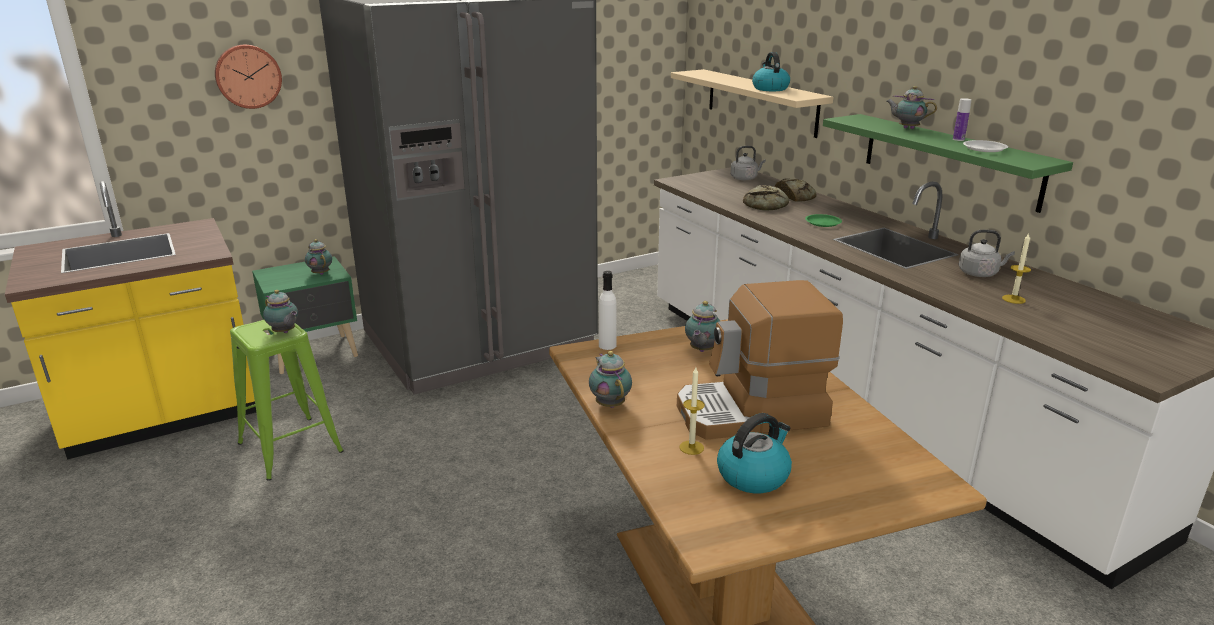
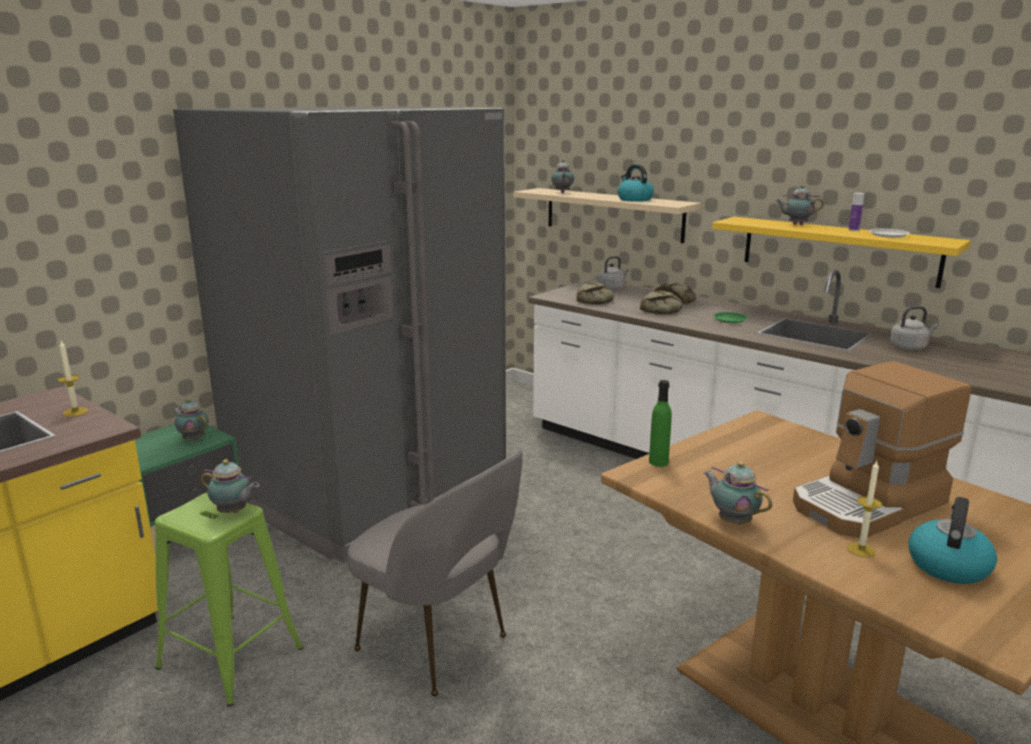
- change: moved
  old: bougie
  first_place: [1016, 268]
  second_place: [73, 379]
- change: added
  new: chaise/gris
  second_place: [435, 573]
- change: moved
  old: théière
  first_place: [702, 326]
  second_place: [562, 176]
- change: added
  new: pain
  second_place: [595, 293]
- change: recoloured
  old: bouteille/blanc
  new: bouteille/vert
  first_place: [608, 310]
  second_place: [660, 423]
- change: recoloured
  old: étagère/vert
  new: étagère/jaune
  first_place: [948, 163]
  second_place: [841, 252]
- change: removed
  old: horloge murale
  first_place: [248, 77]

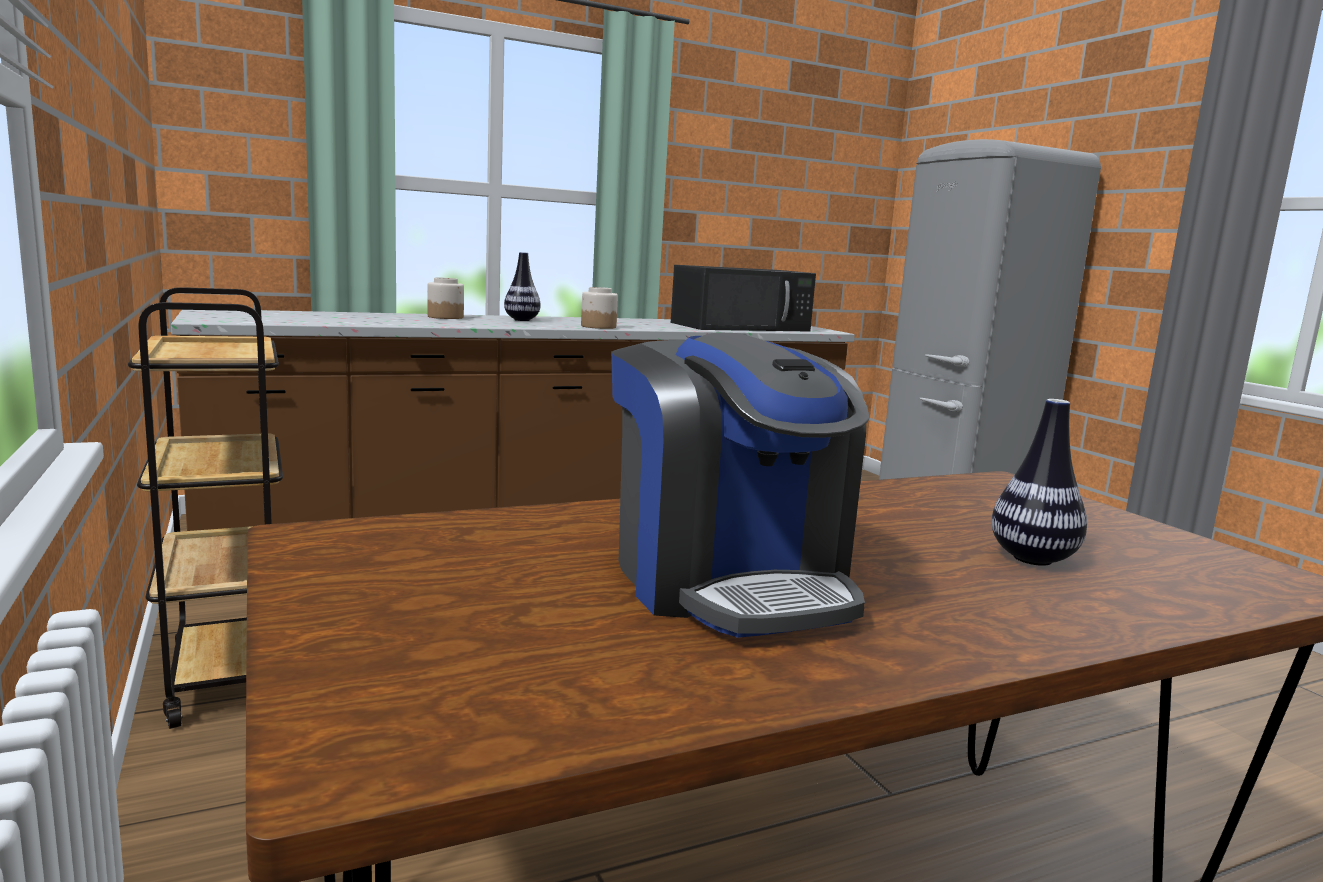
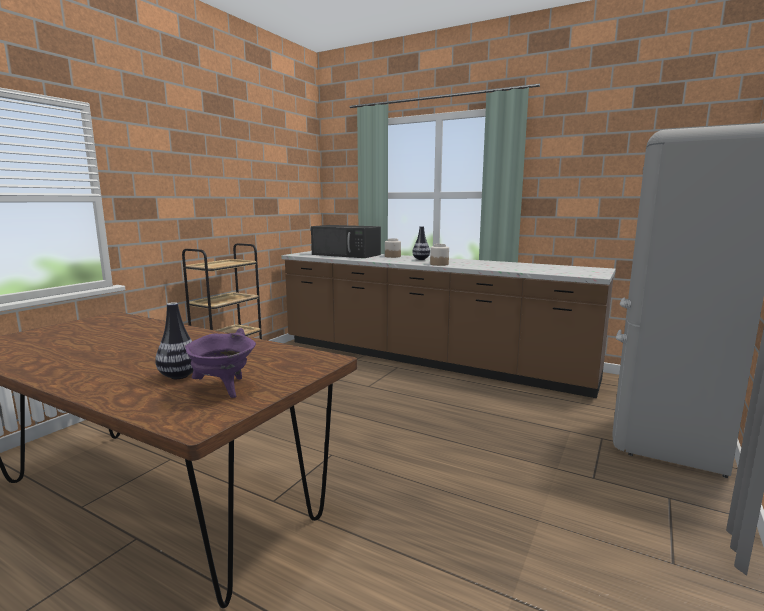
- change: added
  new: marmite/violet
  second_place: [220, 363]
- change: moved
  old: micro-ondes/noir
  first_place: [743, 298]
  second_place: [346, 241]
- change: removed
  old: machine à café
  first_place: [740, 485]

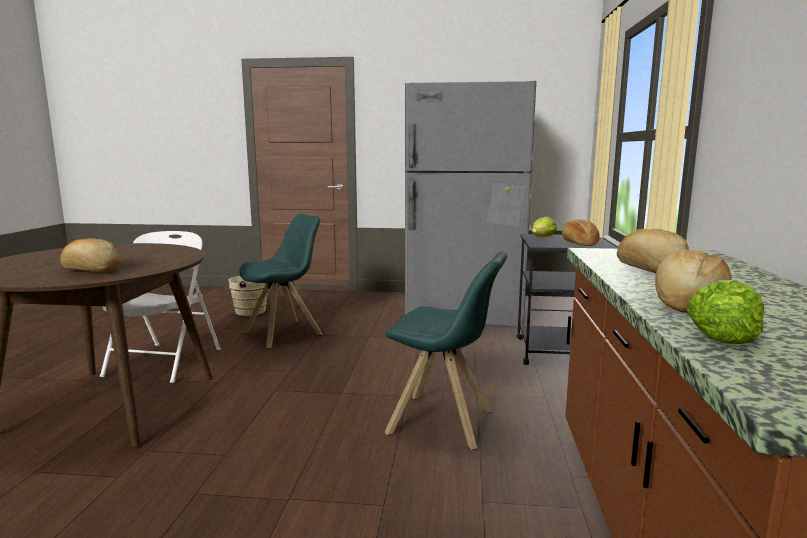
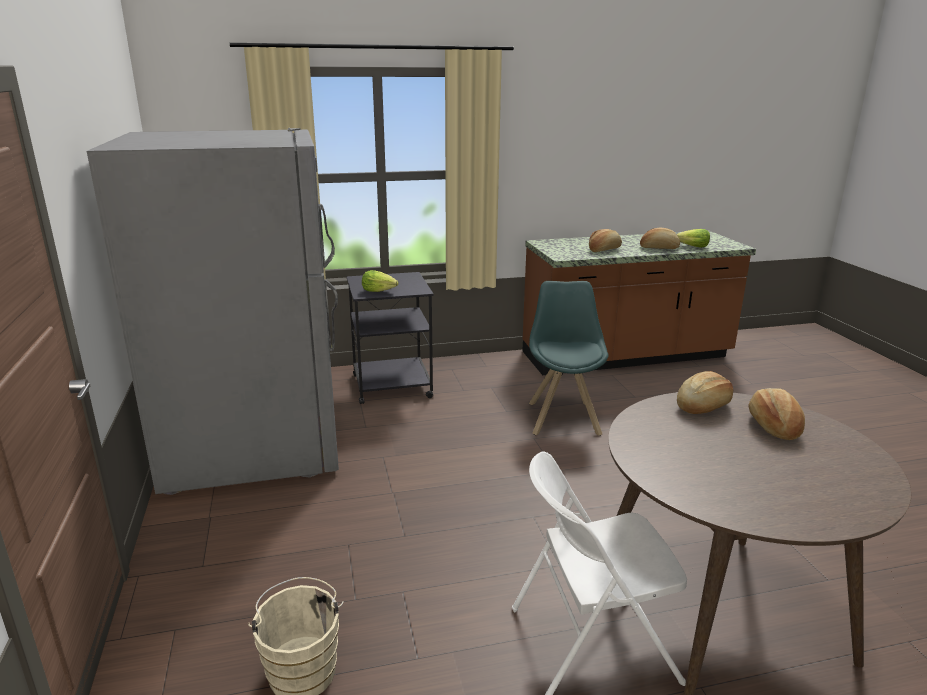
- change: moved
  old: pain
  first_place: [581, 232]
  second_place: [705, 392]
- change: removed
  old: chaise/turquoise
  first_place: [281, 281]

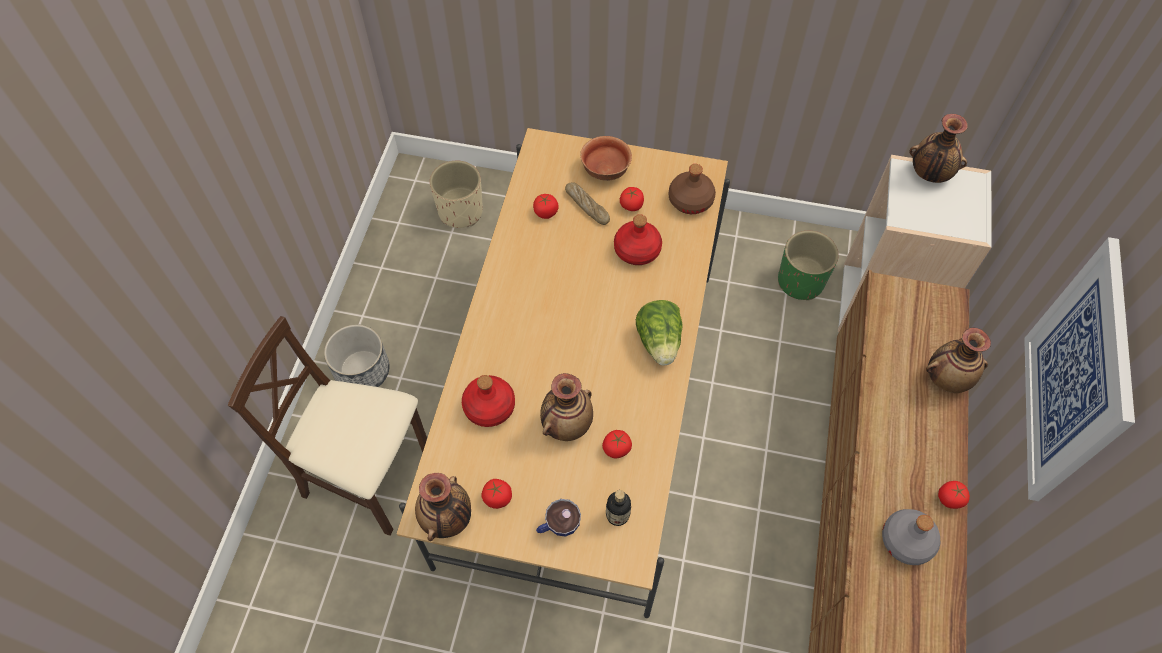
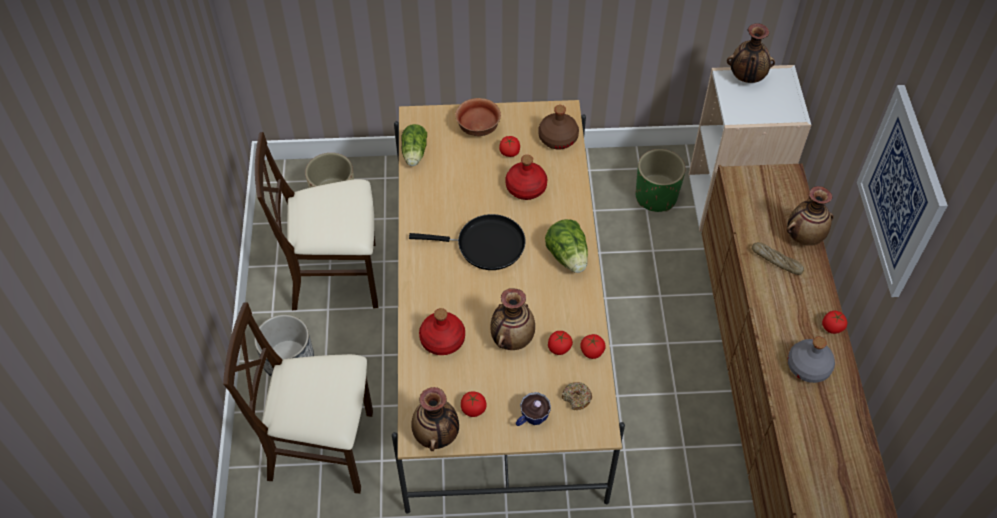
- change: added
  new: chaise/beige
  second_place: [316, 221]
- change: added
  new: laitue
  second_place: [414, 145]
- change: added
  new: poêle/noir
  second_place: [467, 242]
- change: replaced
  old: bouteille
  new: beignet
  first_place: [618, 508]
  second_place: [577, 396]
- change: moved
  old: tomate
  first_place: [546, 206]
  second_place: [593, 346]
- change: moved
  old: pain
  first_place: [587, 203]
  second_place: [778, 258]

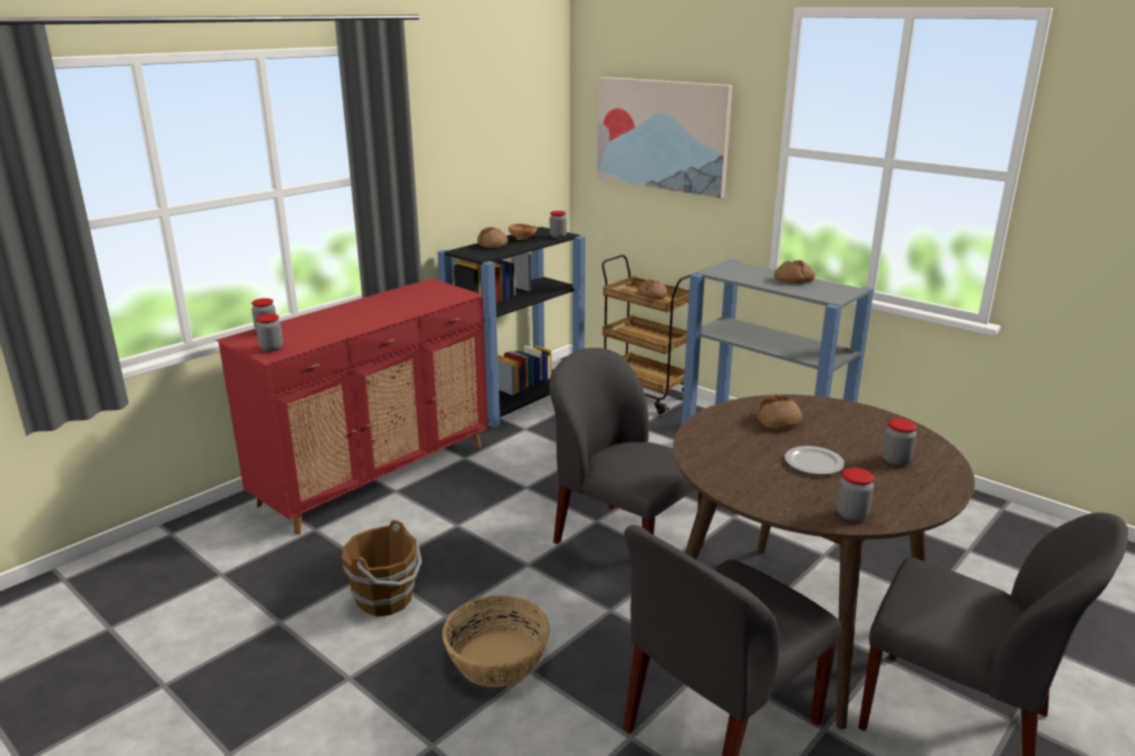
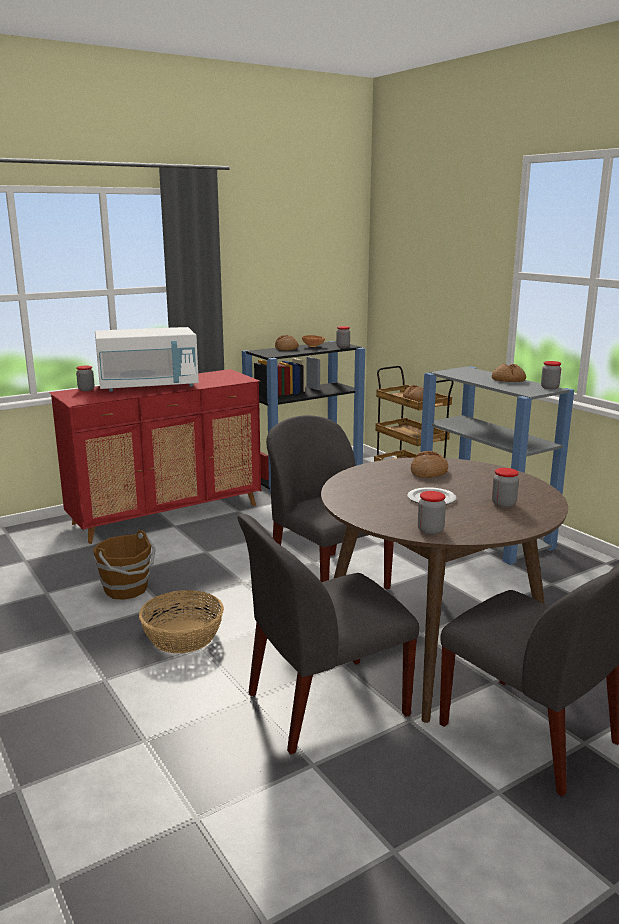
- change: added
  new: micro-ondes/blanc
  second_place: [147, 359]
- change: moved
  old: bocal
  first_place: [269, 333]
  second_place: [551, 375]
- change: removed
  old: tableau
  first_place: [665, 137]

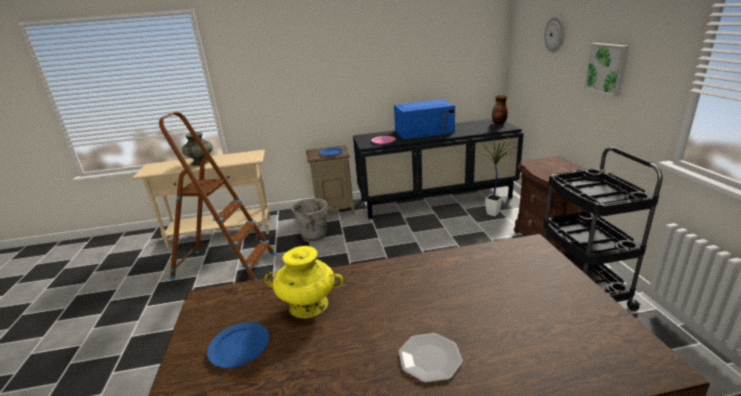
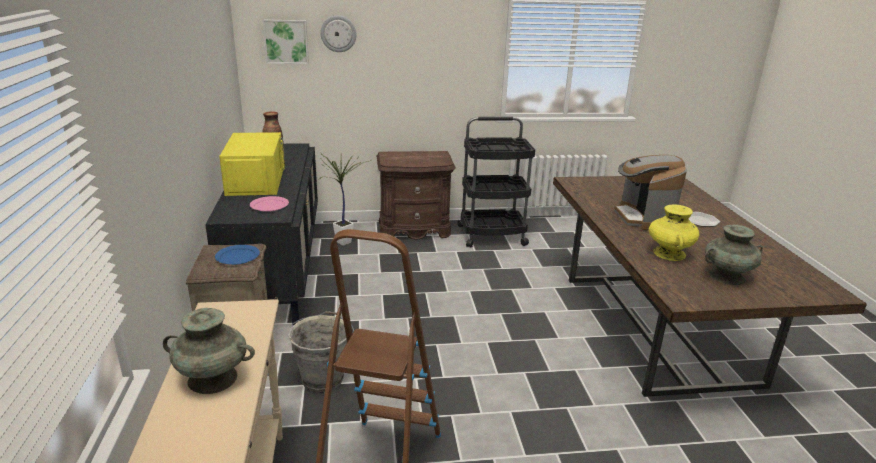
- change: recoloured
  old: micro-ondes/bleu
  new: micro-ondes/jaune
  first_place: [424, 119]
  second_place: [252, 164]
- change: moved
  old: tableau
  first_place: [606, 70]
  second_place: [285, 42]
- change: added
  new: machine à café
  second_place: [650, 192]
- change: replaced
  old: assiette/bleu
  new: vase/turquoise
  first_place: [238, 345]
  second_place: [734, 255]

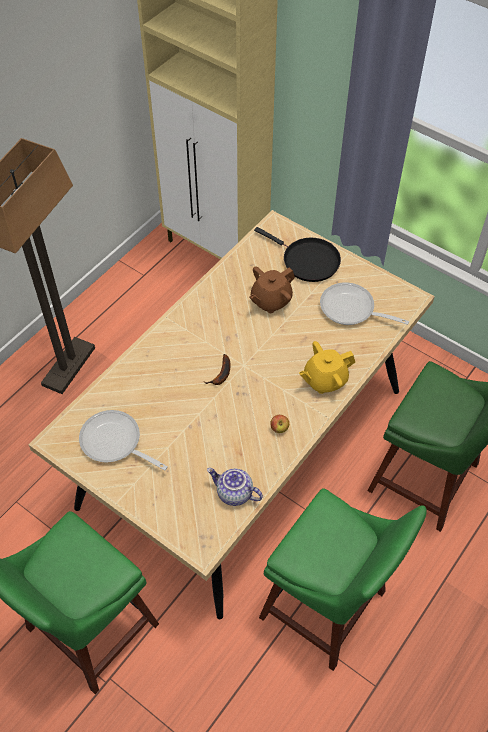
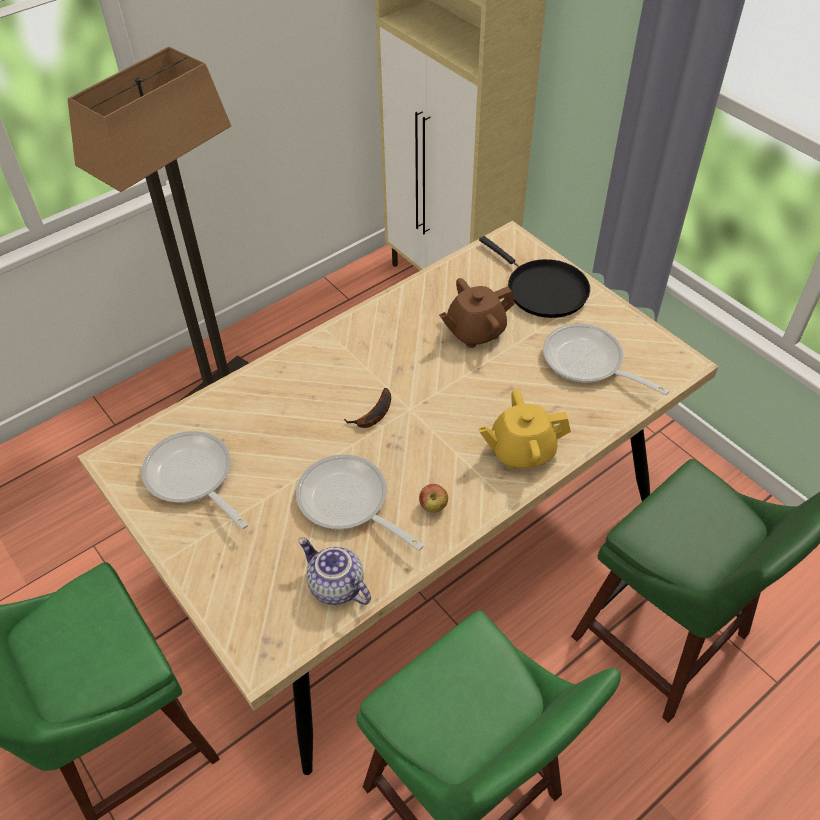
- change: added
  new: poêle
  second_place: [360, 502]

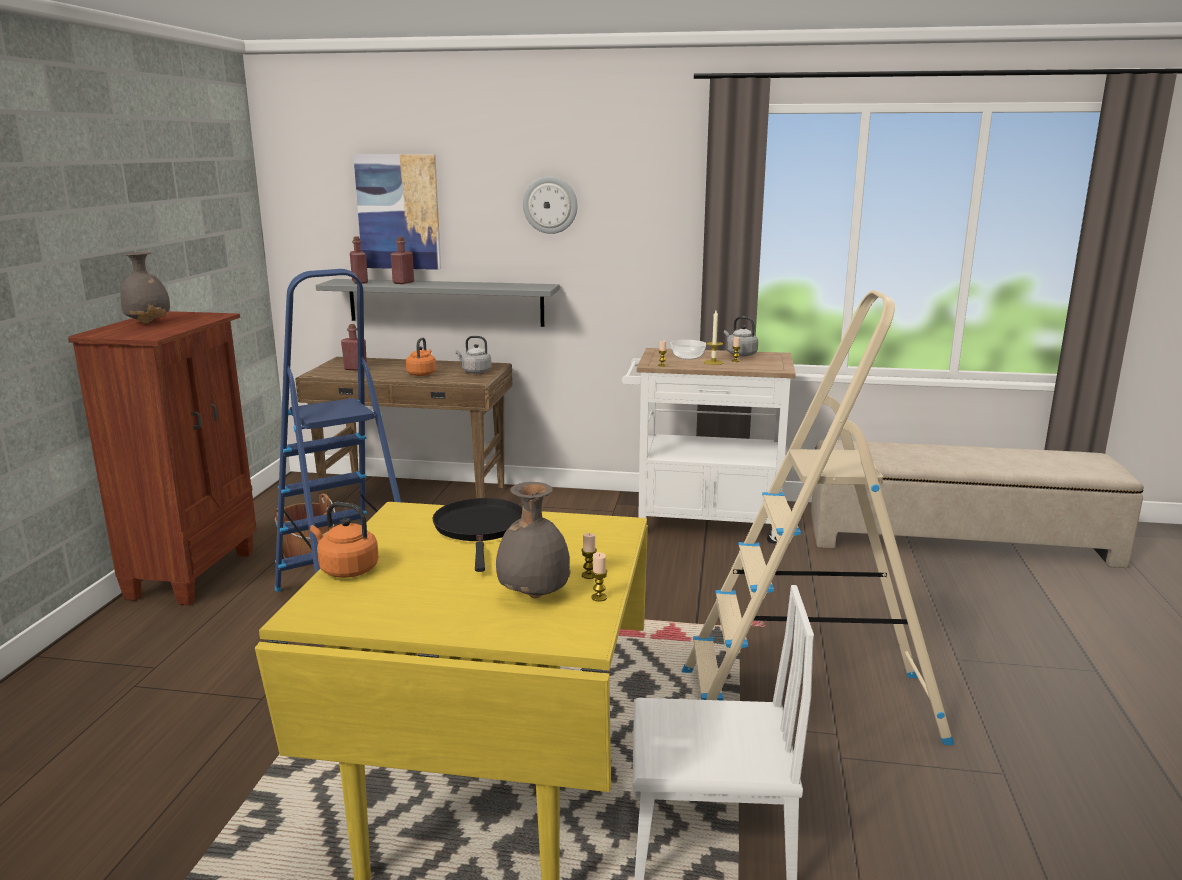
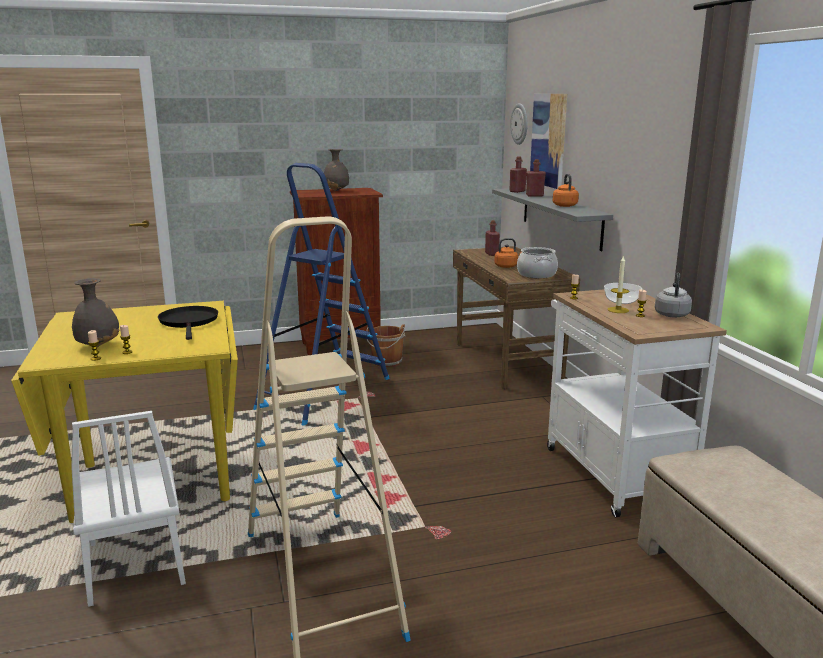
- change: turned
  old: poêle/noir
  first_place: [477, 535]
  second_place: [188, 323]
  degrees: -75
- change: moved
  old: horloge murale
  first_place: [550, 205]
  second_place: [519, 124]
- change: replaced
  old: bouilloire/gris
  new: marmite
  first_place: [474, 355]
  second_place: [537, 262]
- change: moved
  old: bouilloire/orange
  first_place: [344, 540]
  second_place: [566, 190]

